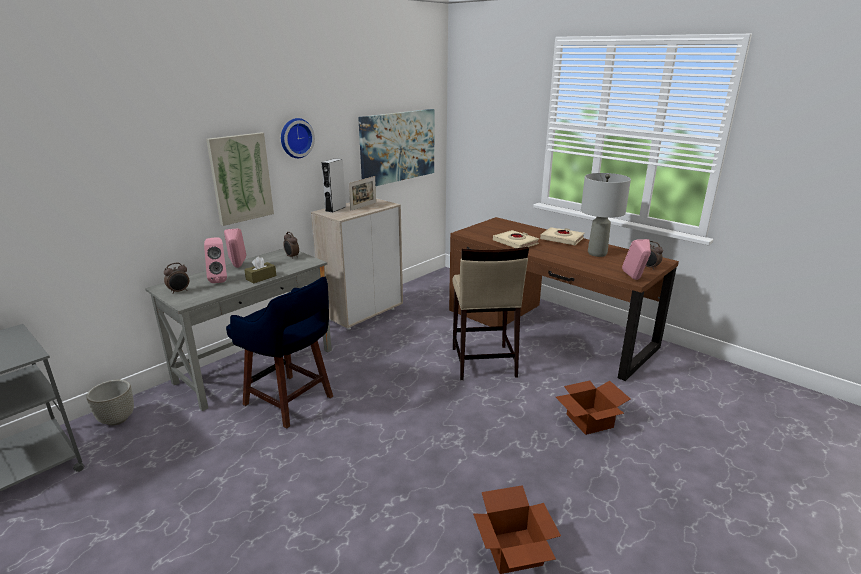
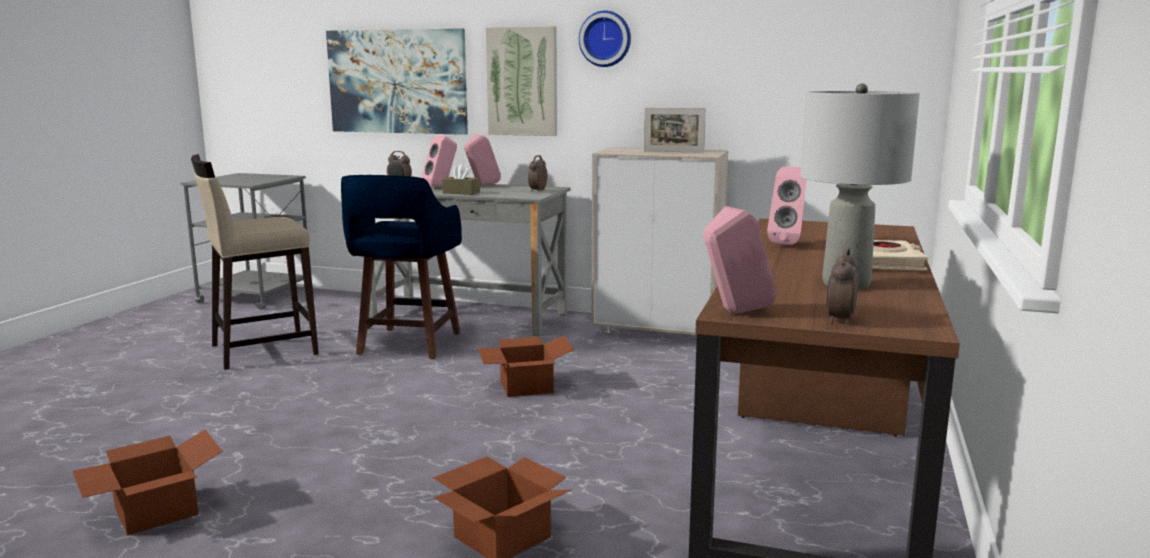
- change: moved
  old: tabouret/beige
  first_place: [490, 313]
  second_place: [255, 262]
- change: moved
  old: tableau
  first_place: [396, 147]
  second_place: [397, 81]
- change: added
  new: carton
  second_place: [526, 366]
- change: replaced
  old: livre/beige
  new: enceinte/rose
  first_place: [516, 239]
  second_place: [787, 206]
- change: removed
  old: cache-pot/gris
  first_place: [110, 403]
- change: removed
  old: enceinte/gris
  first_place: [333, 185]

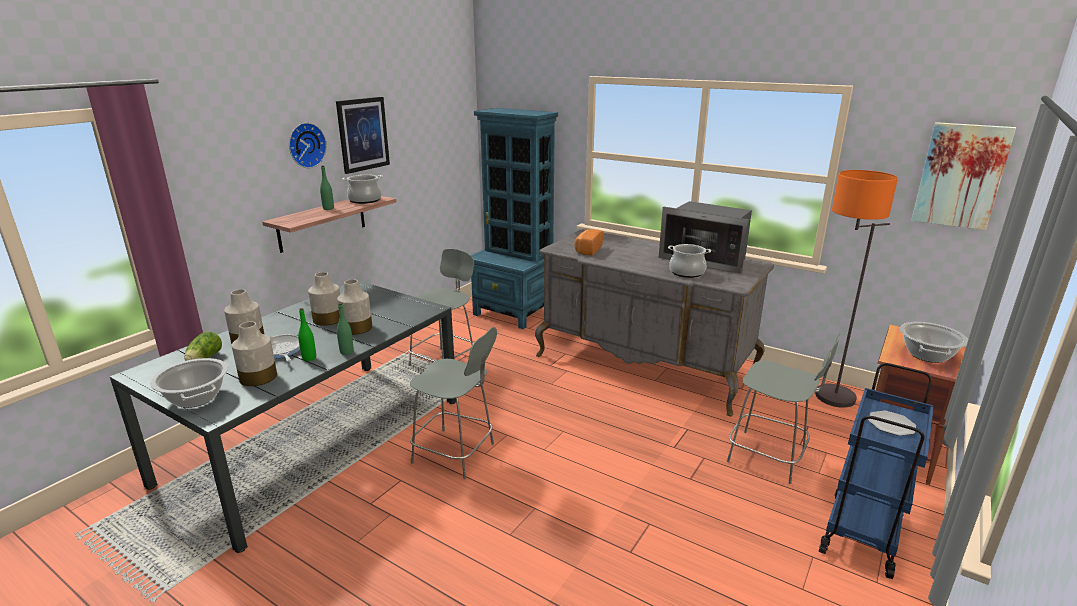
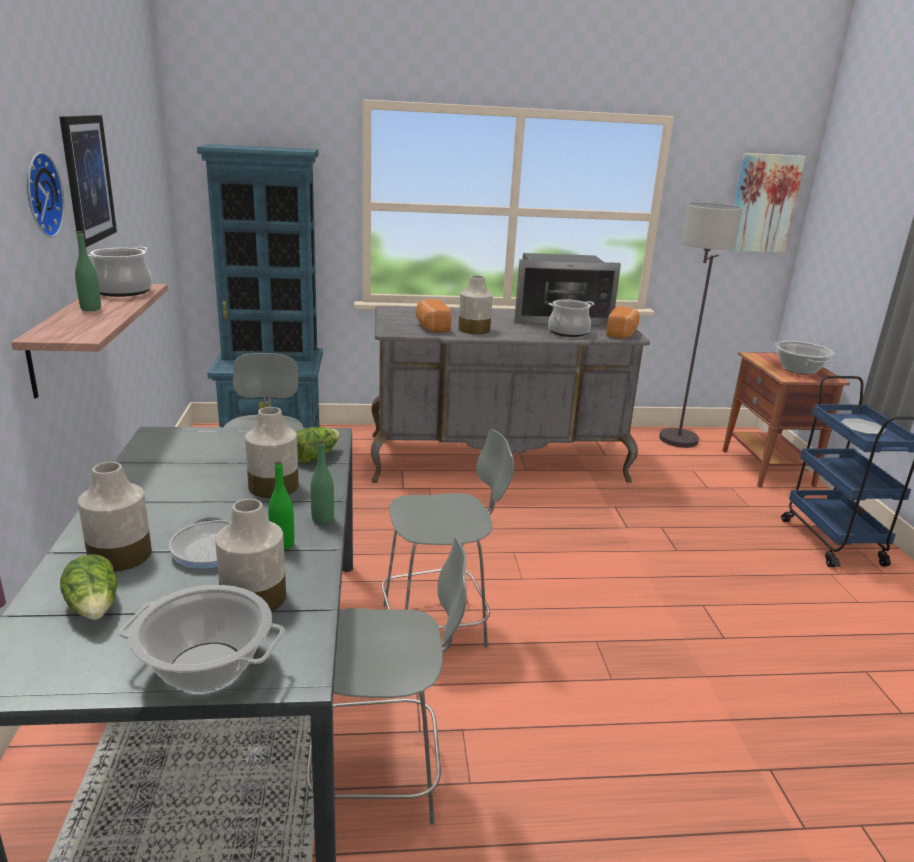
- change: added
  new: laitue
  second_place: [318, 445]
- change: moved
  old: chaise/gris
  first_place: [783, 408]
  second_place: [387, 682]
- change: moved
  old: vase/beige
  first_place: [324, 299]
  second_place: [475, 304]
- change: added
  new: pain
  second_place: [623, 322]
- change: recoloured
  old: lampadaire/orange
  new: lampadaire/gris
  first_place: [856, 289]
  second_place: [701, 325]

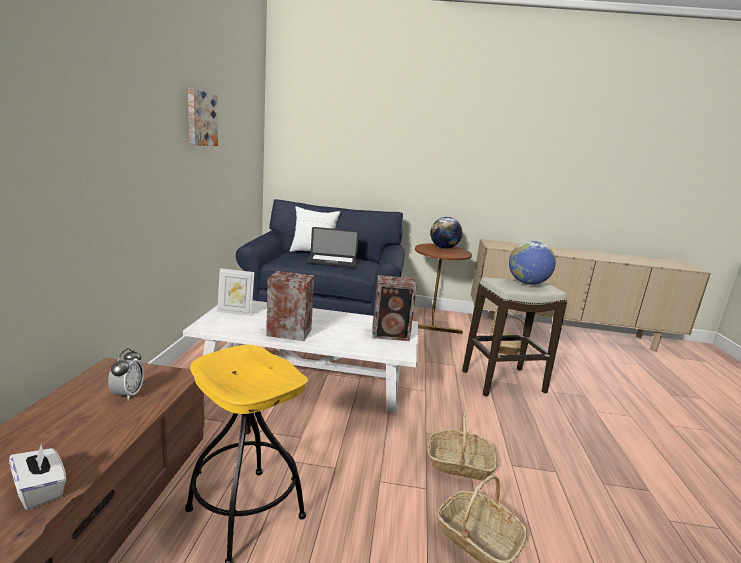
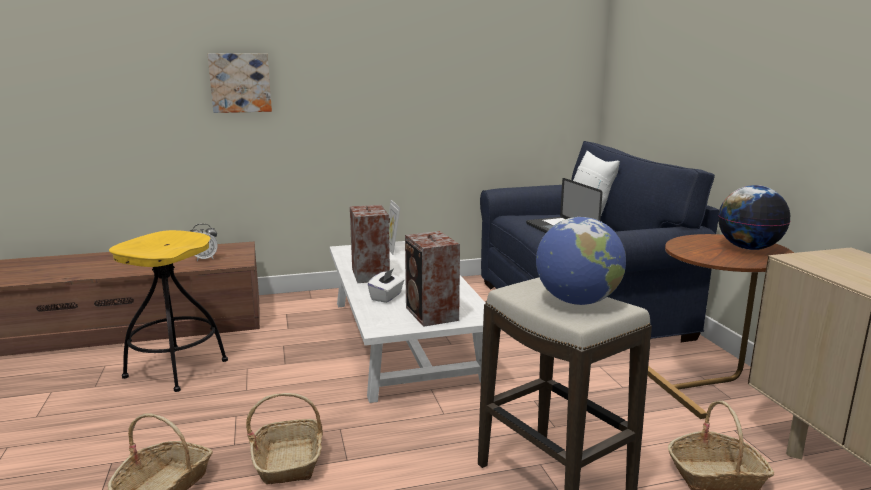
- change: moved
  old: tableau
  first_place: [203, 117]
  second_place: [240, 83]
- change: moved
  old: boîte à mouchoirs/blanc
  first_place: [37, 476]
  second_place: [385, 285]

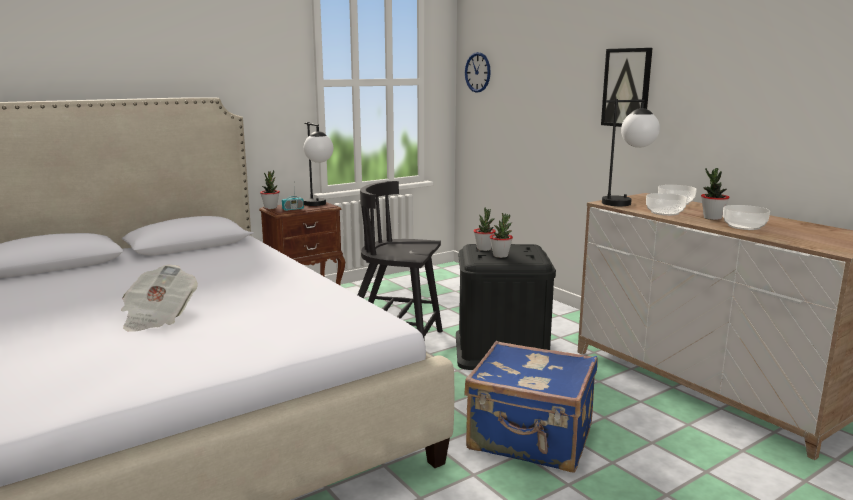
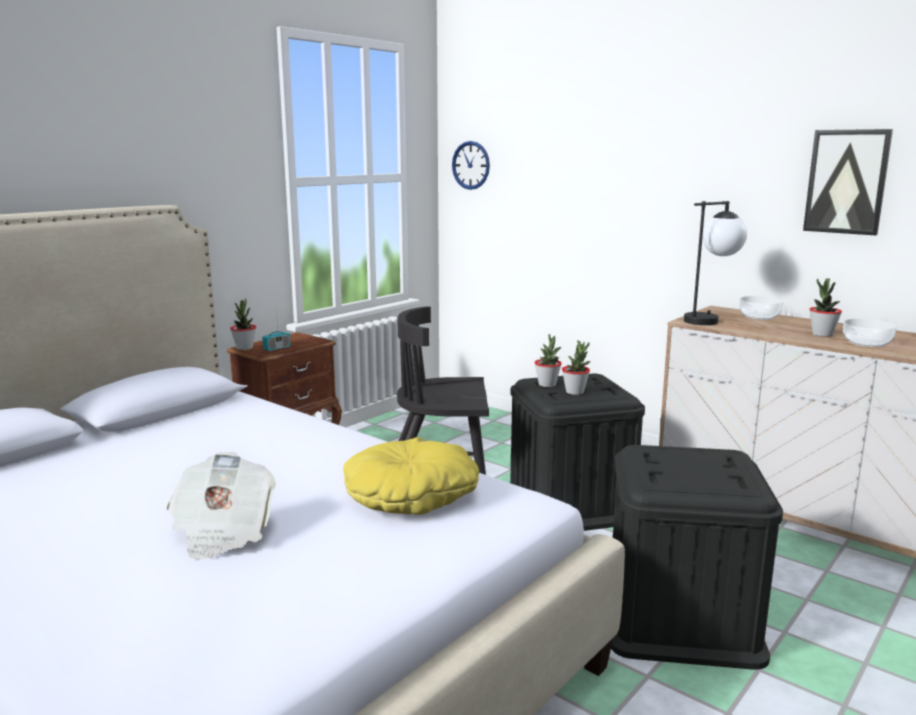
- change: added
  new: coussin/jaune
  second_place: [411, 476]
- change: replaced
  old: valise/bleu
  new: boîte de rangement/noir
  first_place: [531, 406]
  second_place: [697, 557]
- change: moved
  old: tableau
  first_place: [626, 87]
  second_place: [848, 182]
- change: removed
  old: lampe de table
  first_place: [318, 164]
- change: removed
  old: bol
  first_place: [666, 204]

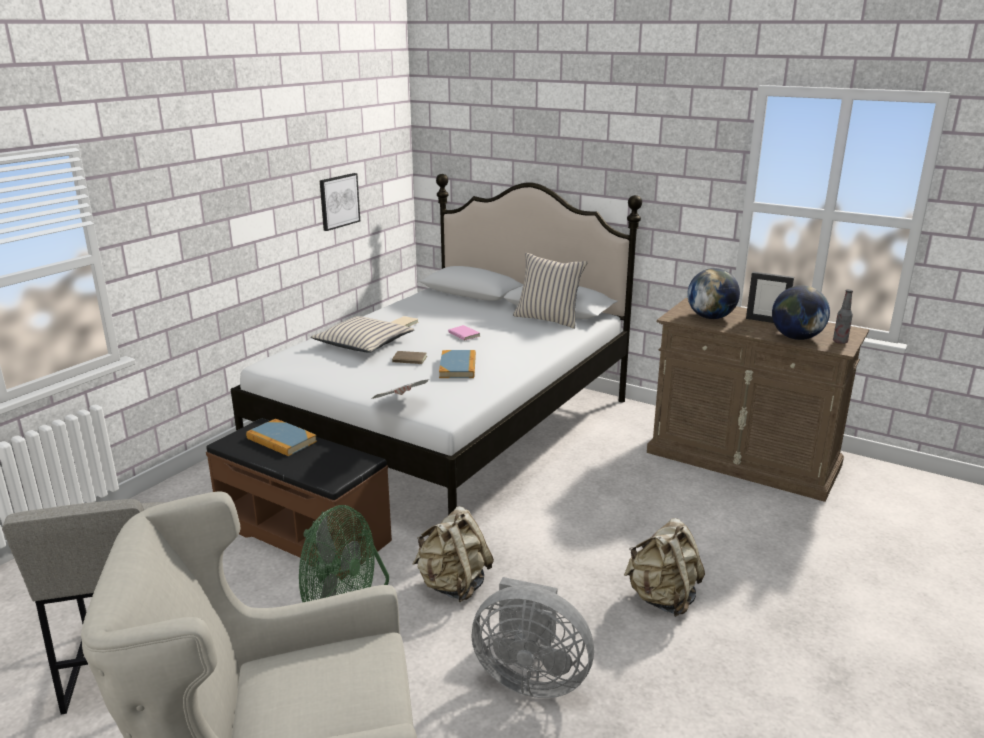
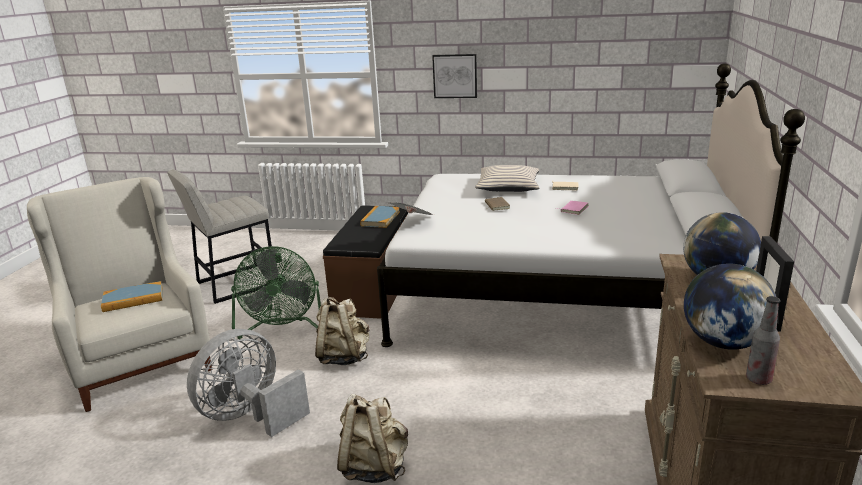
- change: moved
  old: livre
  first_place: [457, 364]
  second_place: [131, 296]
- change: turned
  old: ventilateur/gris
  first_place: [532, 637]
  second_place: [248, 383]
  degrees: 45
- change: moved
  old: tableau
  first_place: [340, 202]
  second_place: [454, 76]
- change: removed
  old: coussin/beige
  first_place: [550, 291]

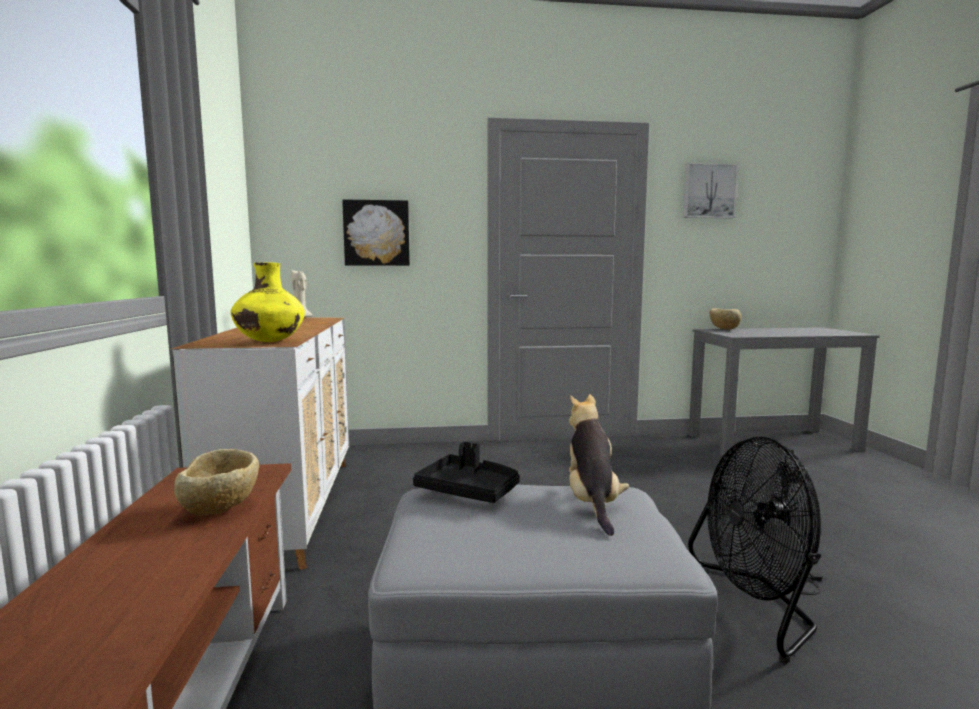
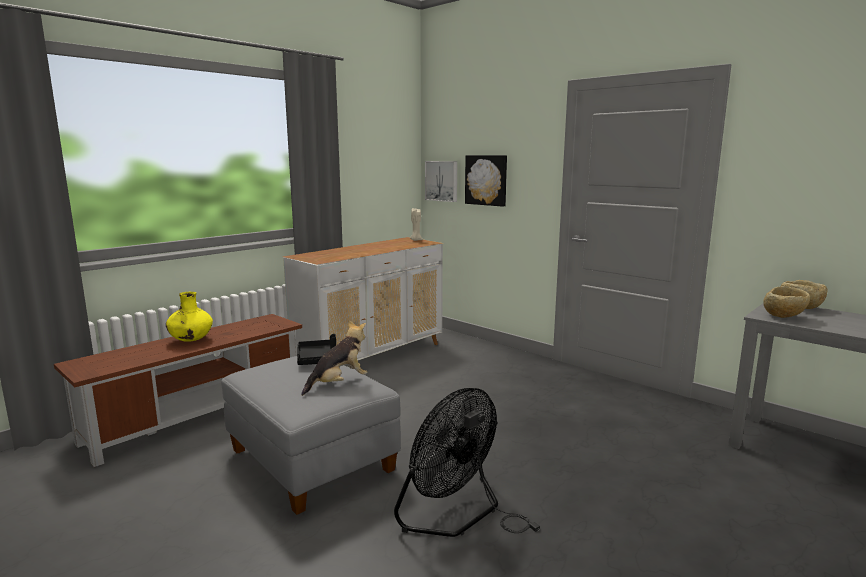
- change: moved
  old: vase/jaune
  first_place: [268, 302]
  second_place: [189, 317]
- change: moved
  old: tableau
  first_place: [711, 190]
  second_place: [441, 181]
- change: moved
  old: bol/beige
  first_place: [216, 482]
  second_place: [787, 302]

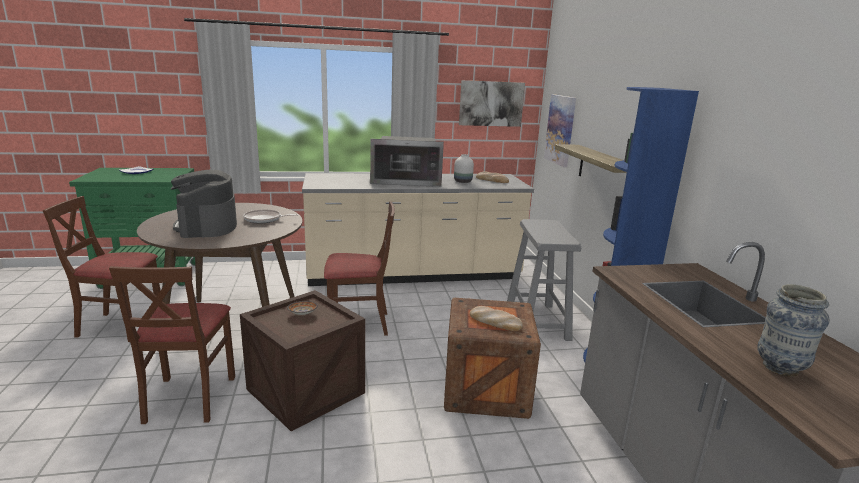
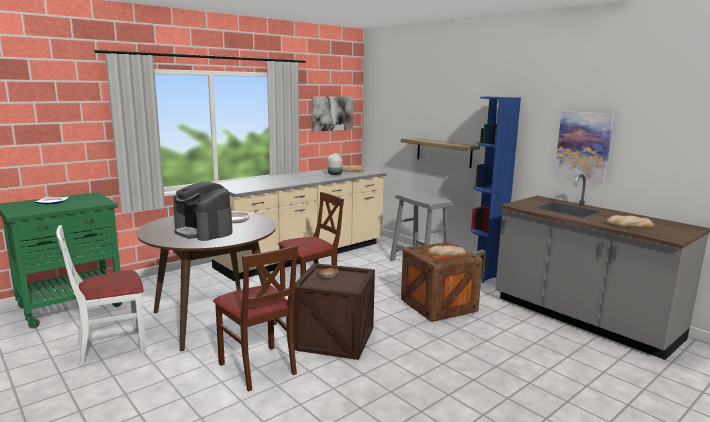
- change: recoloured
  old: chaise/marron
  new: chaise/blanc
  first_place: [101, 269]
  second_place: [101, 295]
- change: moved
  old: tableau
  first_place: [560, 130]
  second_place: [584, 147]
- change: replaced
  old: vase
  new: pain
  first_place: [793, 330]
  second_place: [630, 221]
- change: removed
  old: micro-ondes
  first_place: [407, 161]

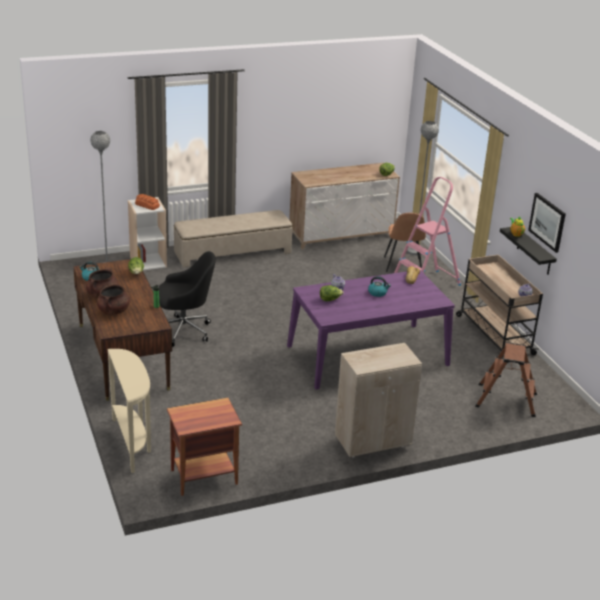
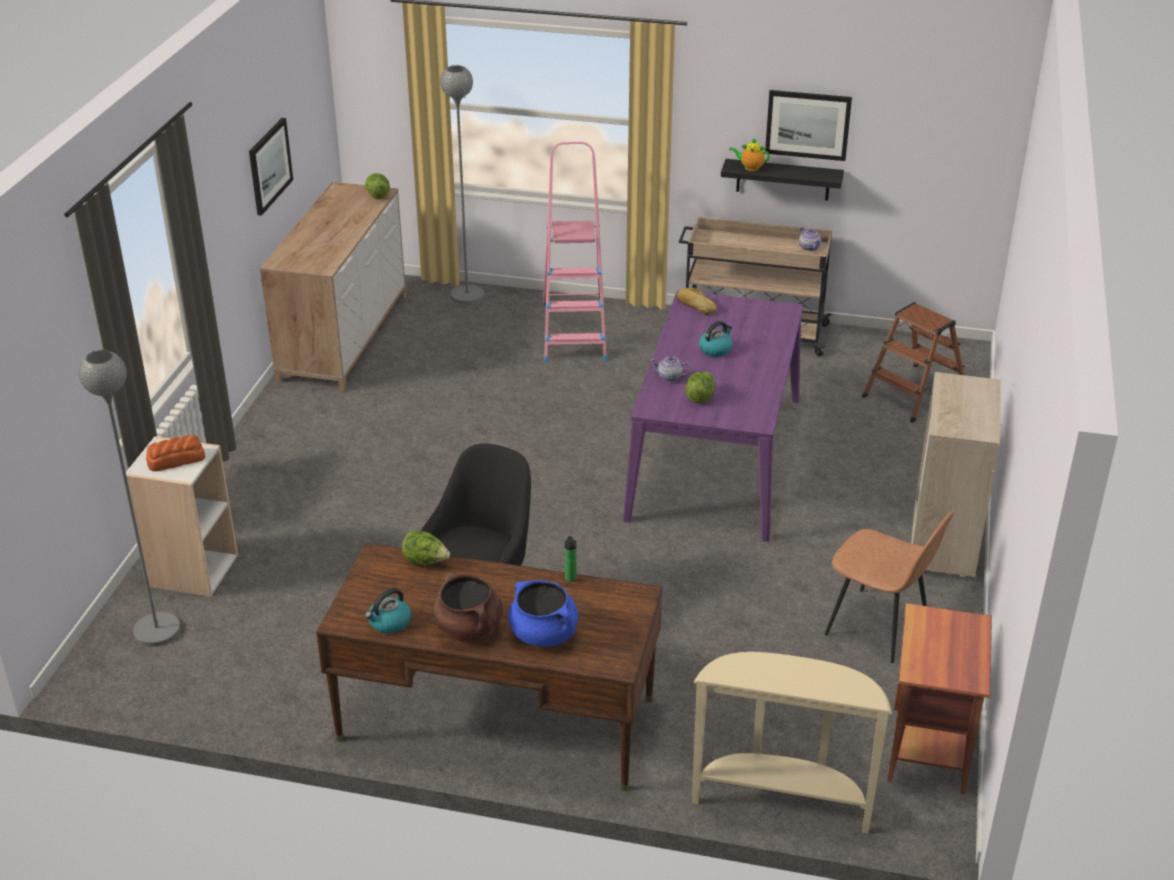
- change: added
  new: tableau
  second_place: [271, 166]
- change: recoloured
  old: marmite/marron
  new: marmite/bleu
  first_place: [113, 299]
  second_place: [543, 613]
- change: moved
  old: chaise/marron
  first_place: [405, 242]
  second_place: [889, 586]
- change: removed
  old: banc/beige
  first_place: [233, 238]

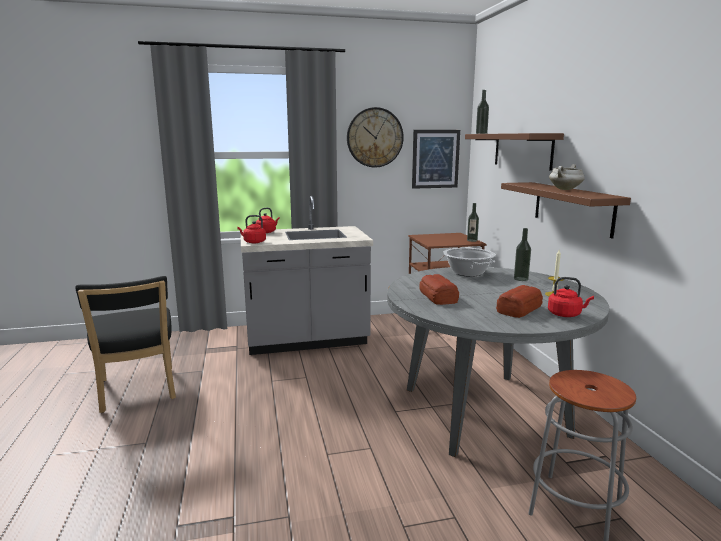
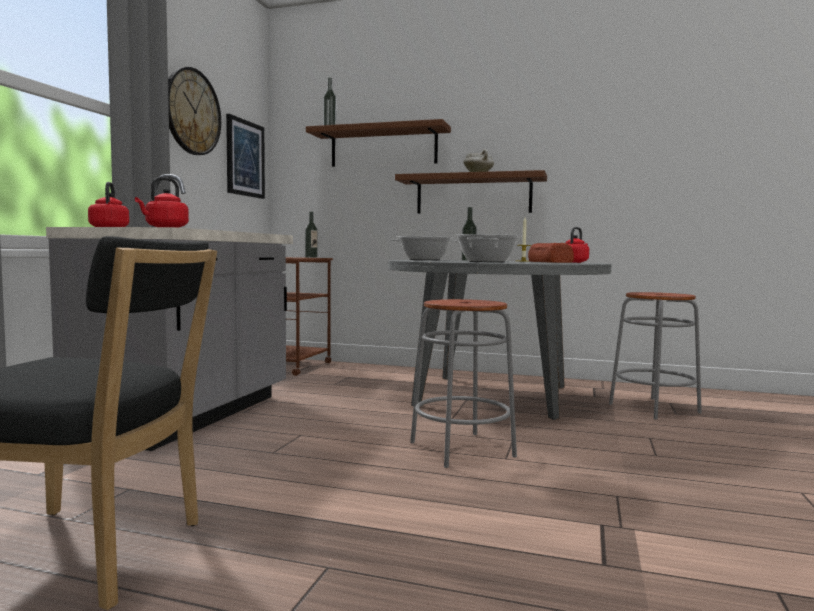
- change: added
  new: tabouret/gris
  second_place: [463, 383]
- change: replaced
  old: pain
  new: marmite
  first_place: [439, 289]
  second_place: [487, 248]

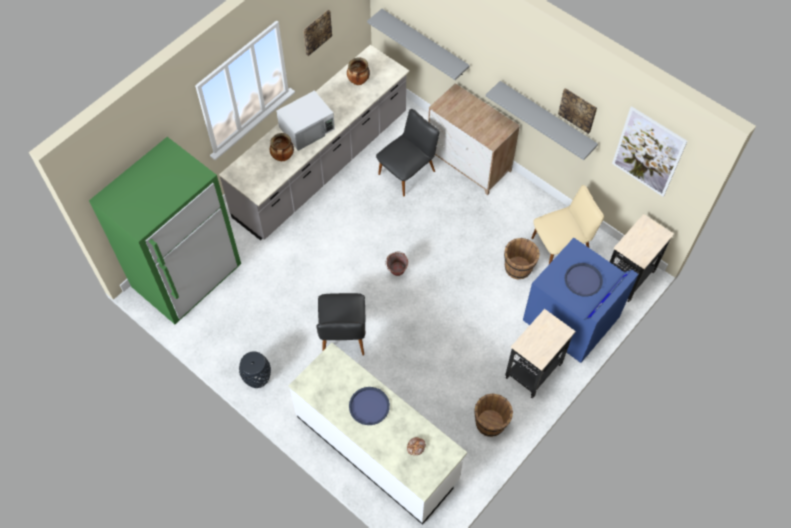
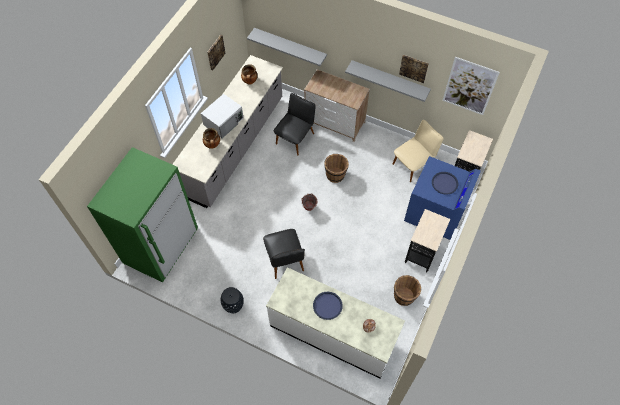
- change: moved
  old: seau/marron
  first_place: [522, 259]
  second_place: [336, 168]

